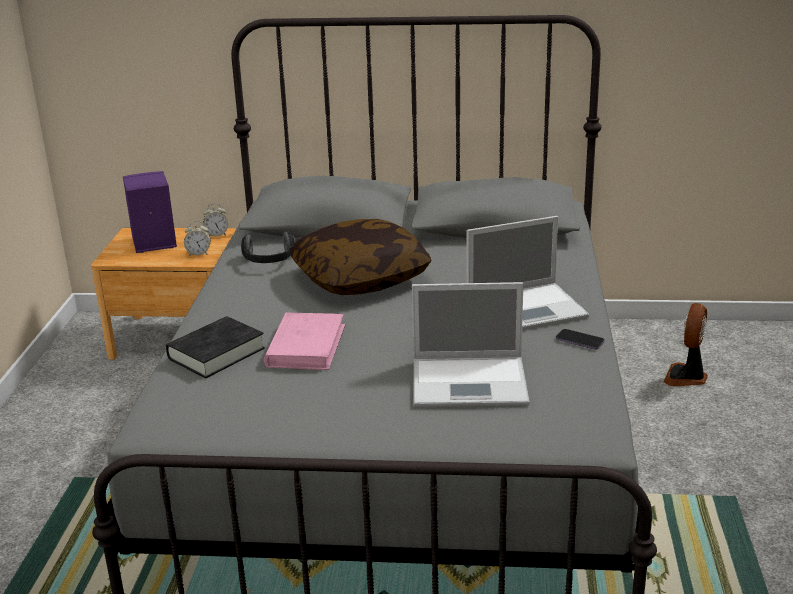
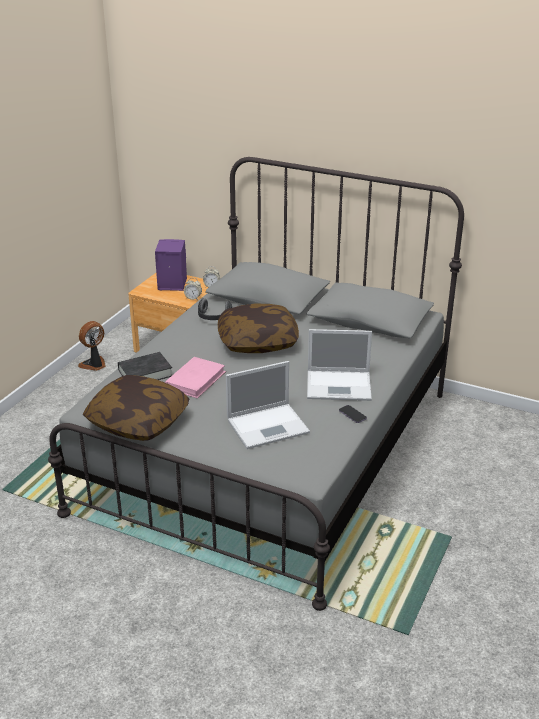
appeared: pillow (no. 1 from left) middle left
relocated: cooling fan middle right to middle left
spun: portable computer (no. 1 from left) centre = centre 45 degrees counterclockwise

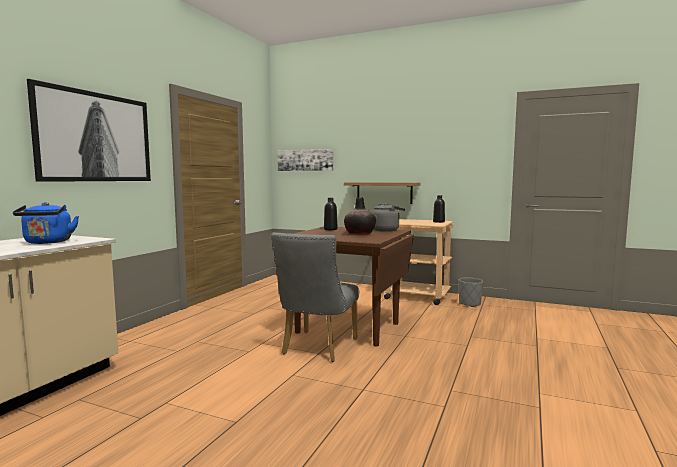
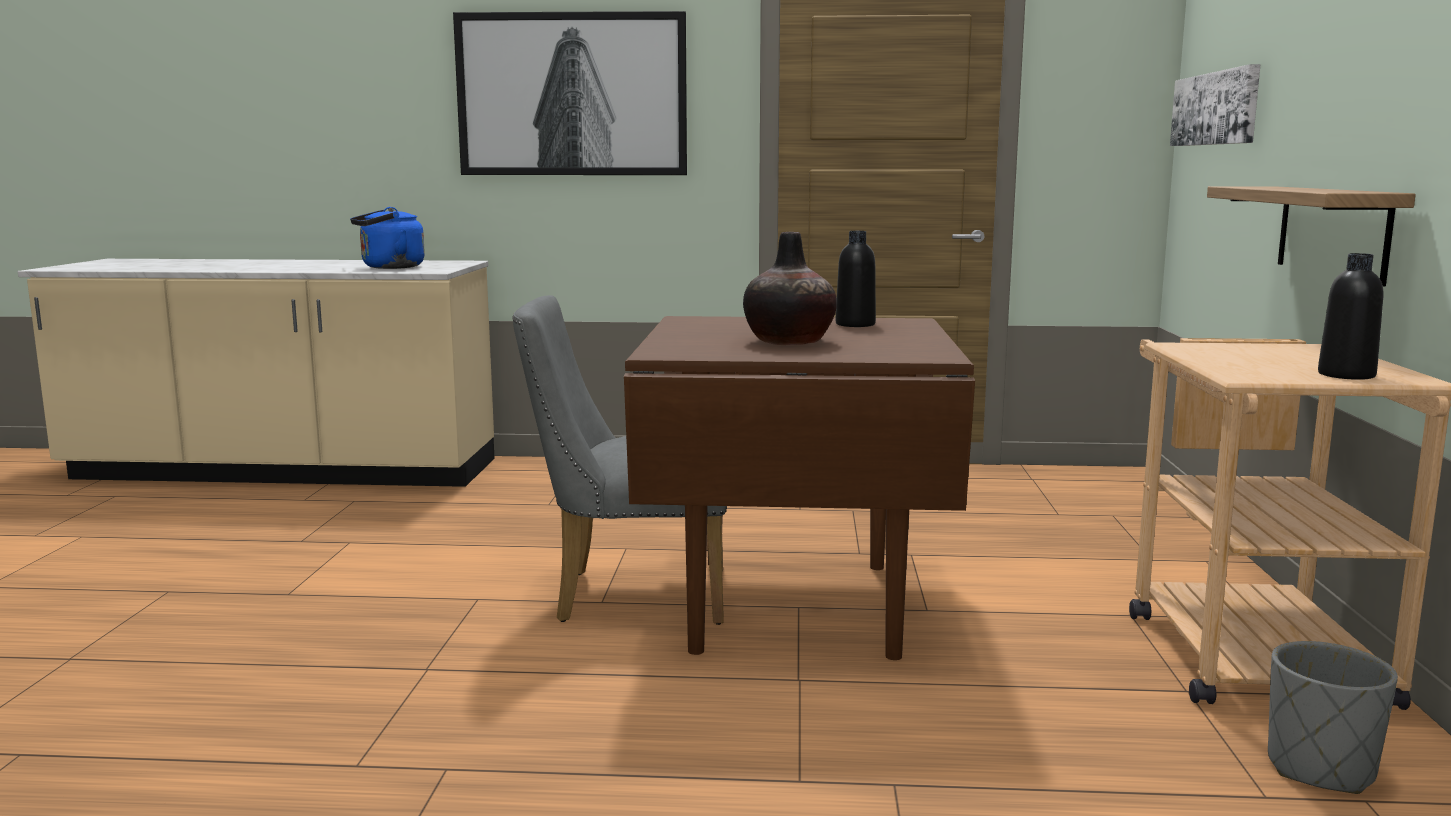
missing: grey water kettle centre

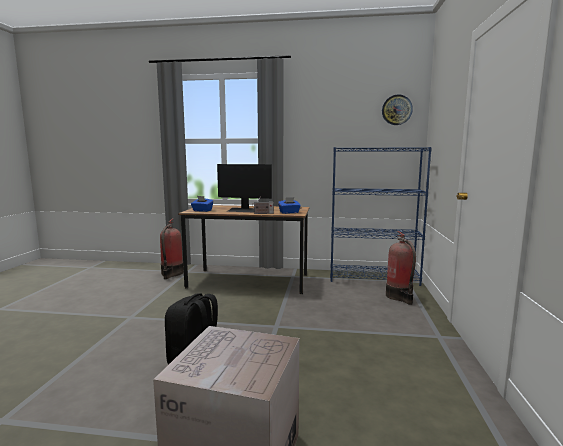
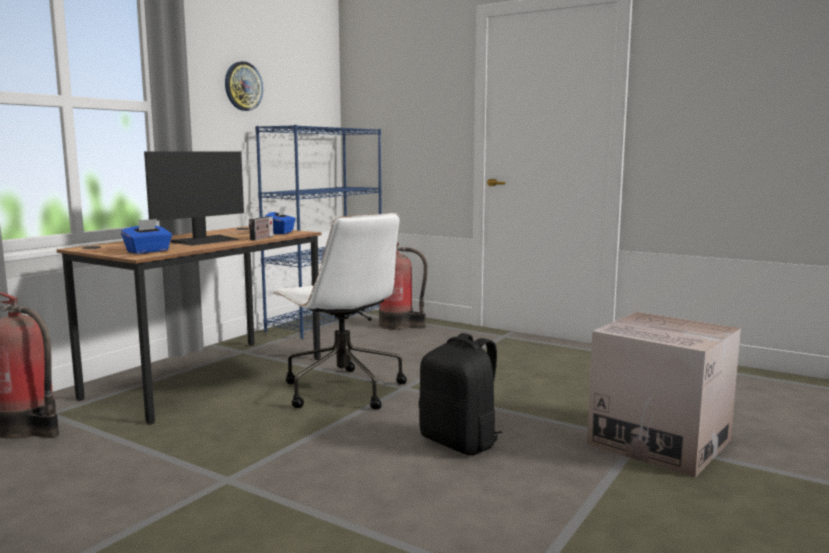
appeared: white-coloured desk chair centre
relocated: hanging clock top right to top left

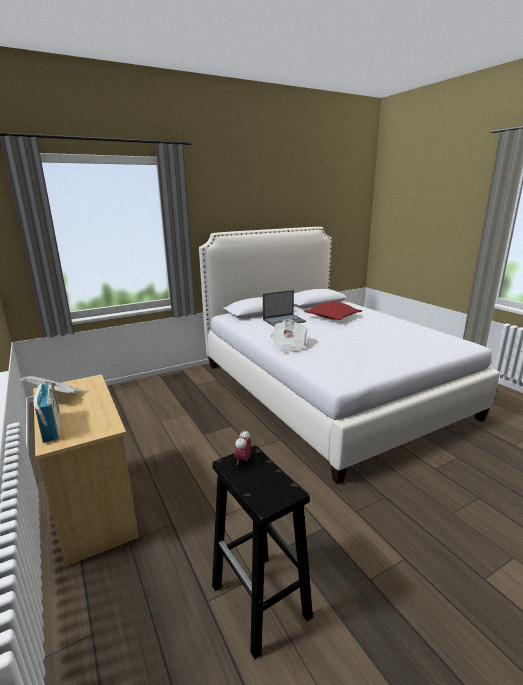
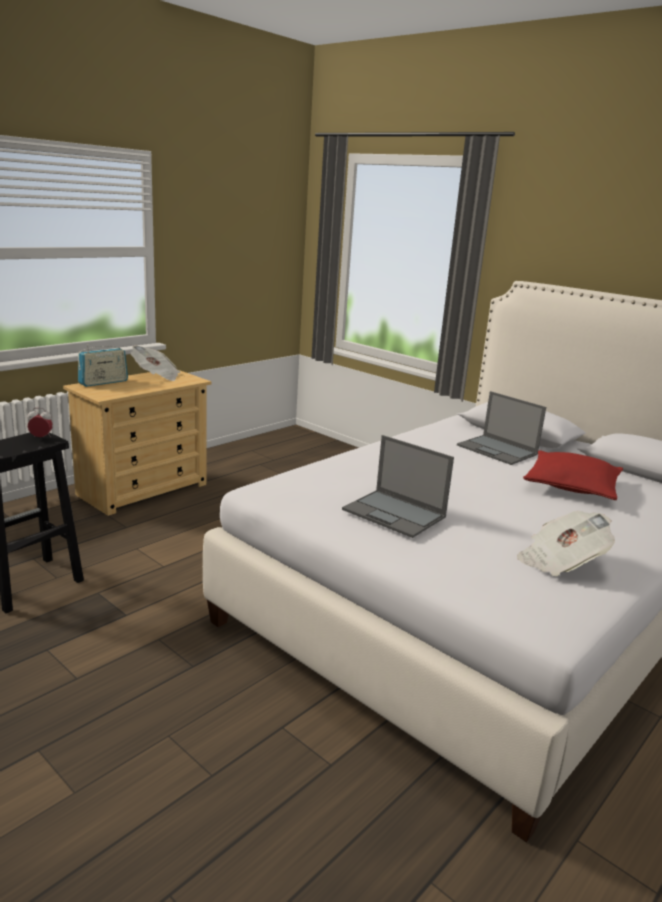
appeared: portable computer (no. 1 from left) centre
relocated: newspaper (no. 2 from left) centre to middle right

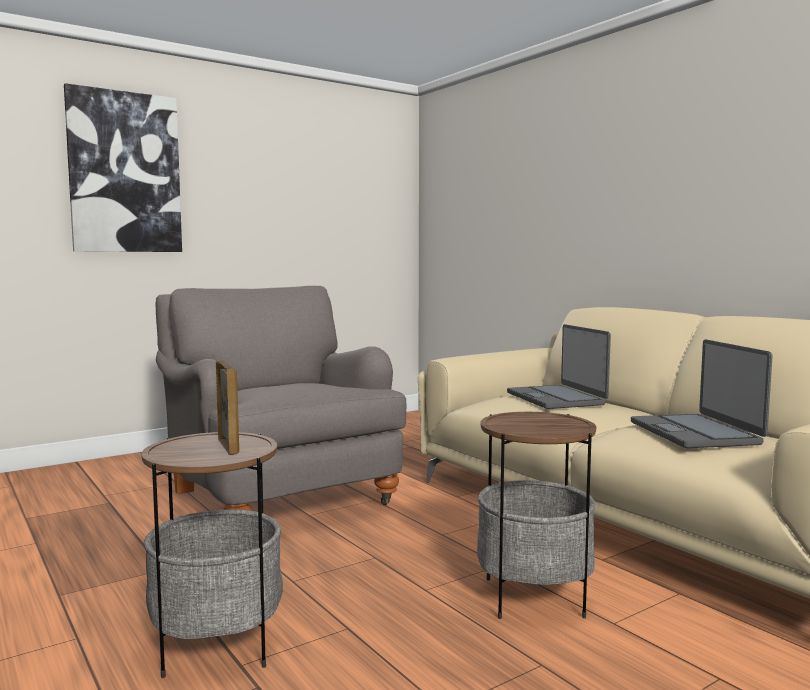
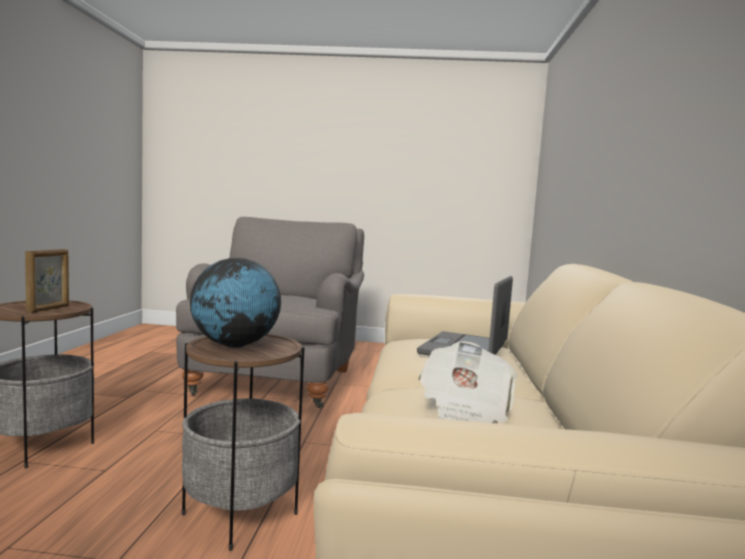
missing: picture top left
appeared: globe middle left
exchanged: portable computer (no. 2 from left) middle right to newspaper bottom centre

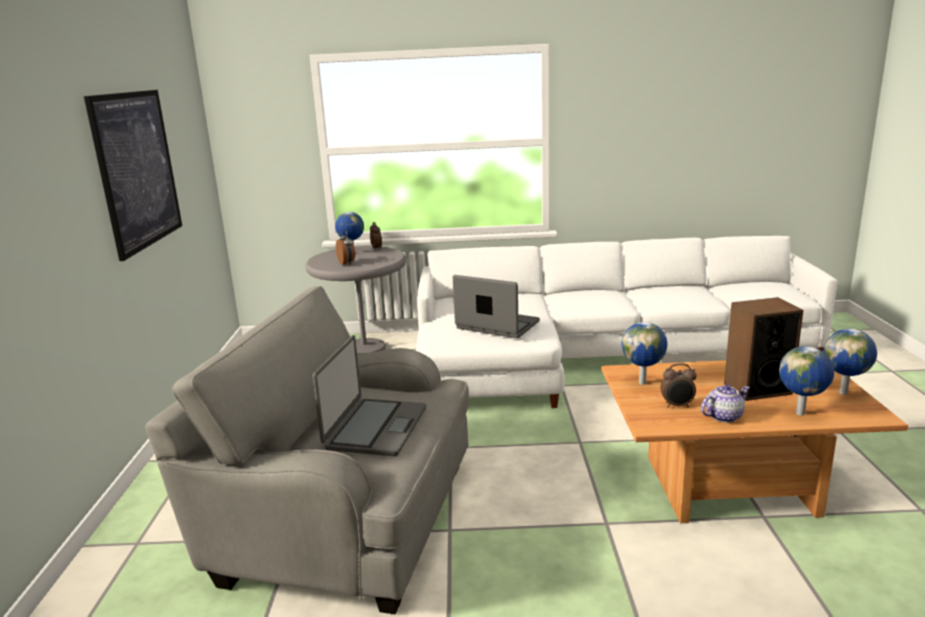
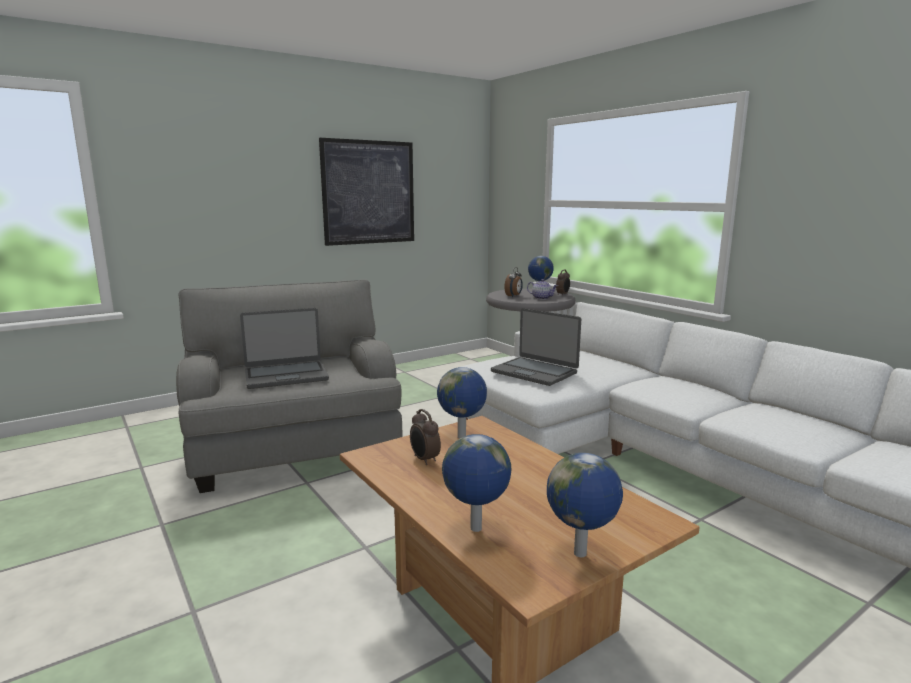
missing: audio speaker middle right
relocated: tea pot middle right to centre
spun: portable computer (no. 2 from left) centre = centre 135 degrees clockwise

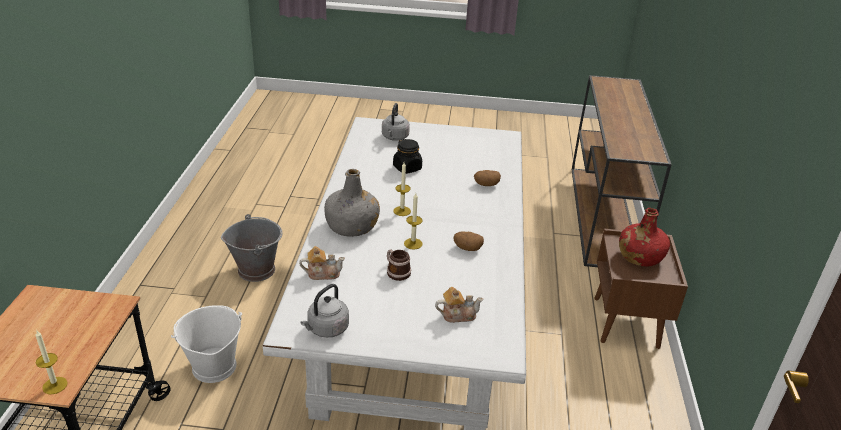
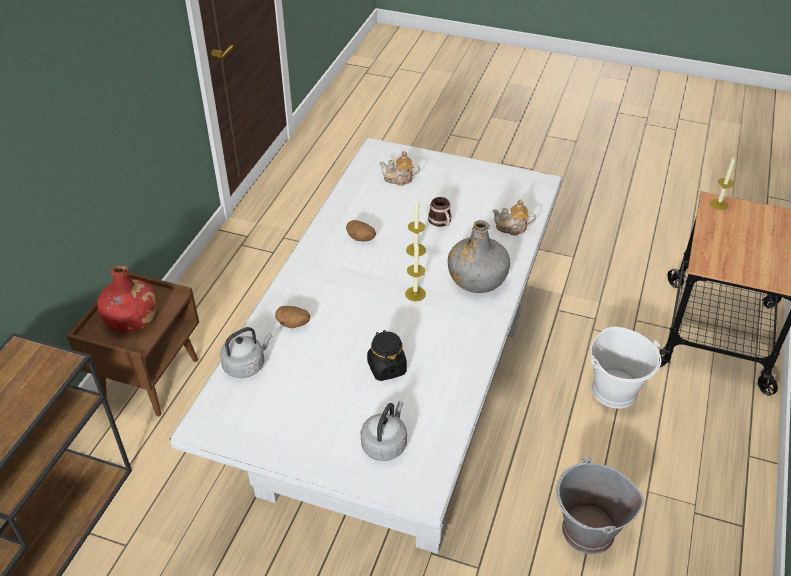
relocated: grey water kettle (no. 1 from left) bottom centre to middle left

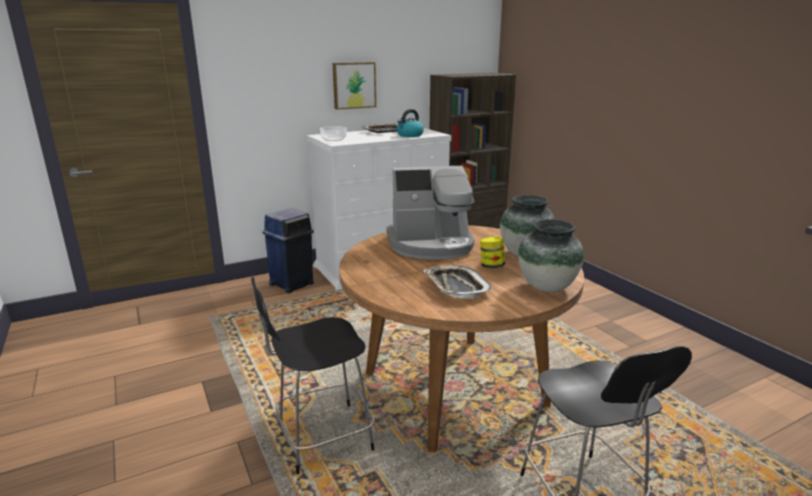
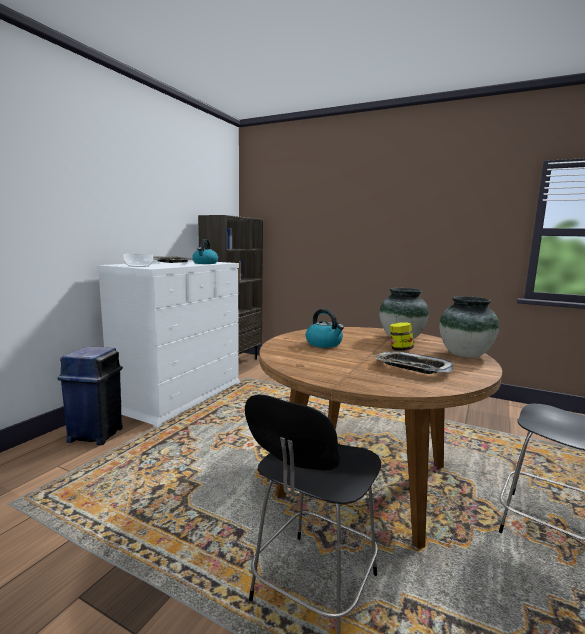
missing: picture top centre
exchanged: coffee brewer centre to water kettle (no. 2 from left) centre

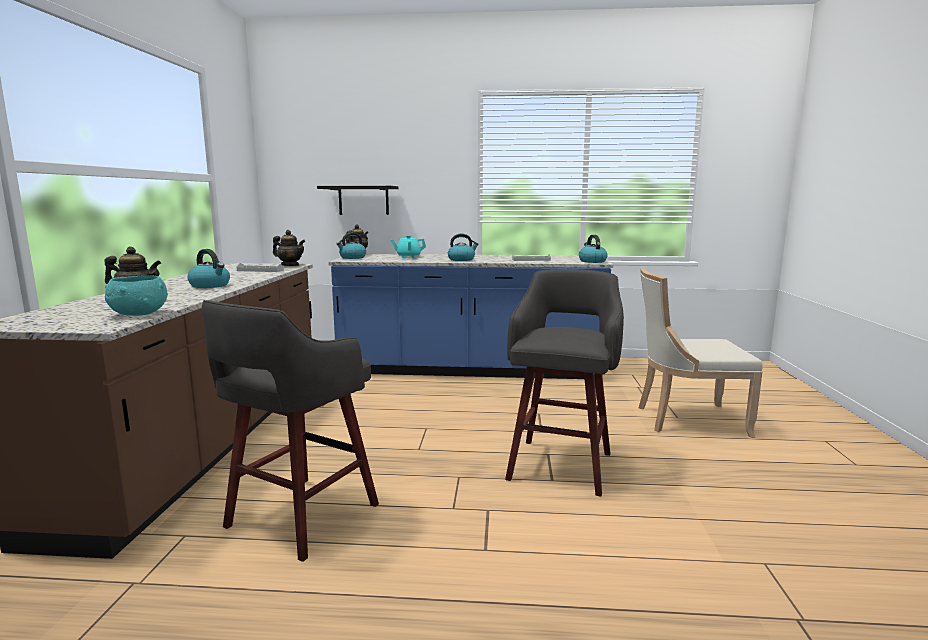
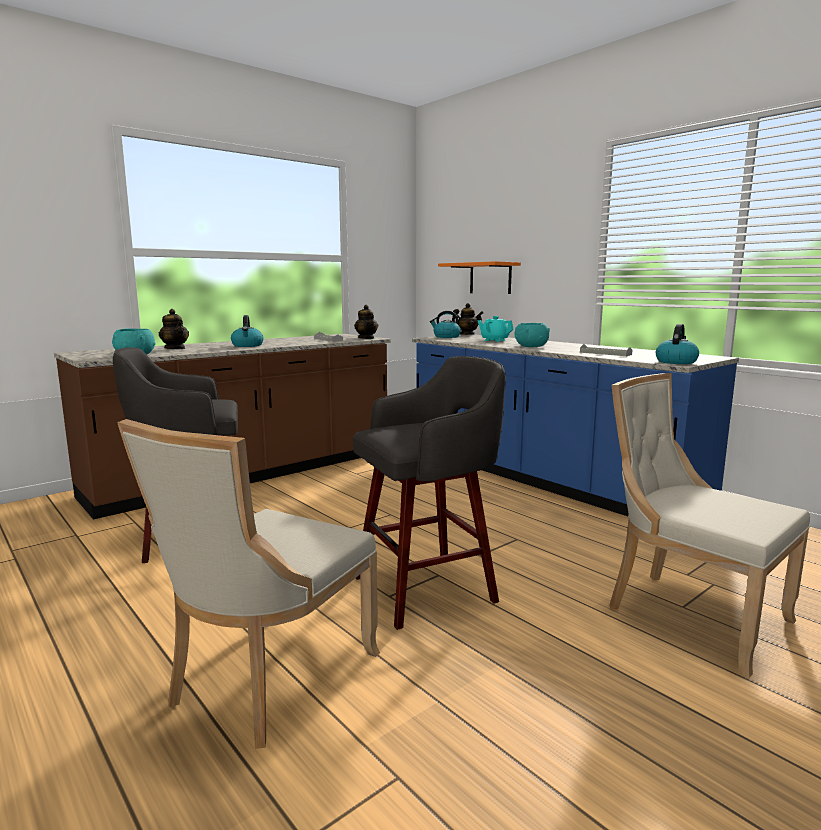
appeared: sand-coloured plain chair (no. 1 from left) bottom left
exchanged: water kettle (no. 3 from left) centre to blue-green deep dish (no. 2 from left) centre
colour: blackish shelf top centre to orangey shelf centre

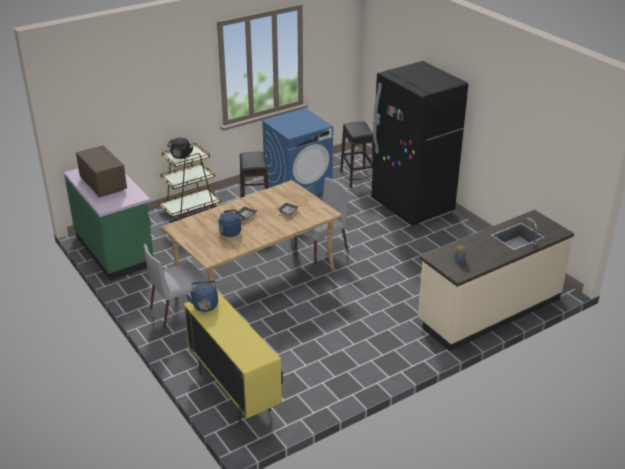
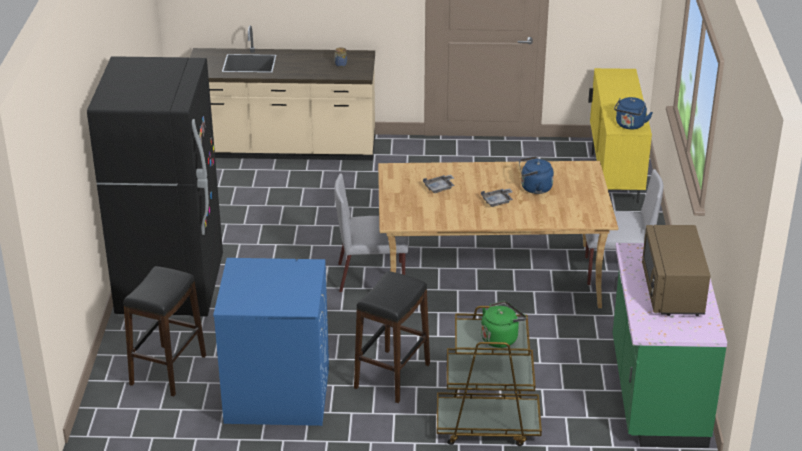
colour: blackish water kettle top left to green water kettle bottom centre

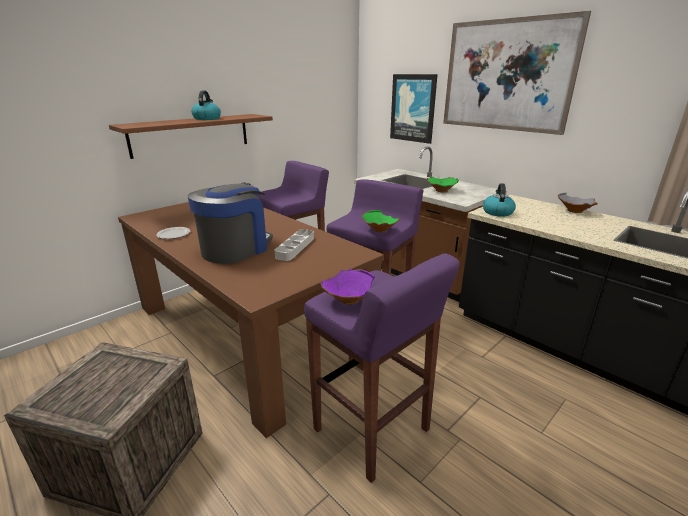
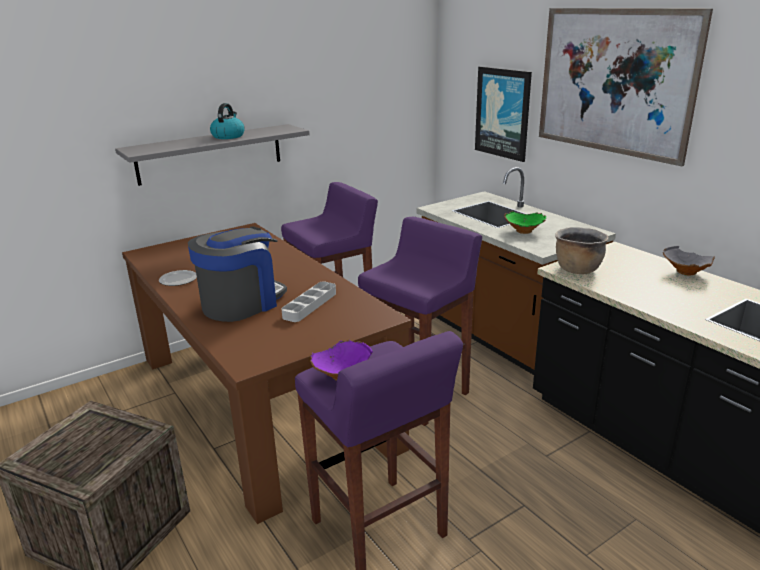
missing: green deep dish (no. 1 from left) centre
exchanged: water kettle (no. 2 from left) middle right to brown-coloured saucepot middle right
colour: brown-coloured shelf top left to grey shelf top left

